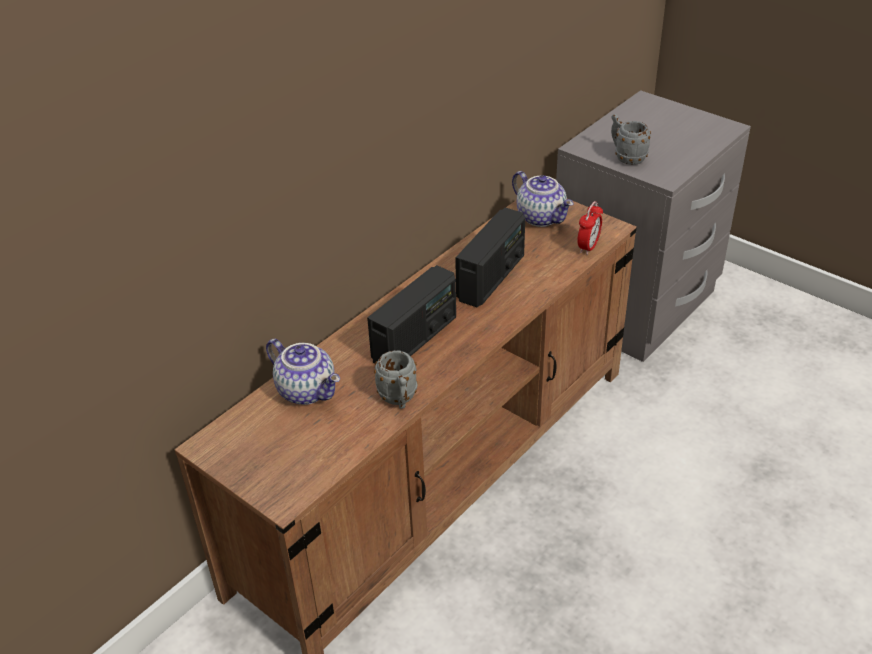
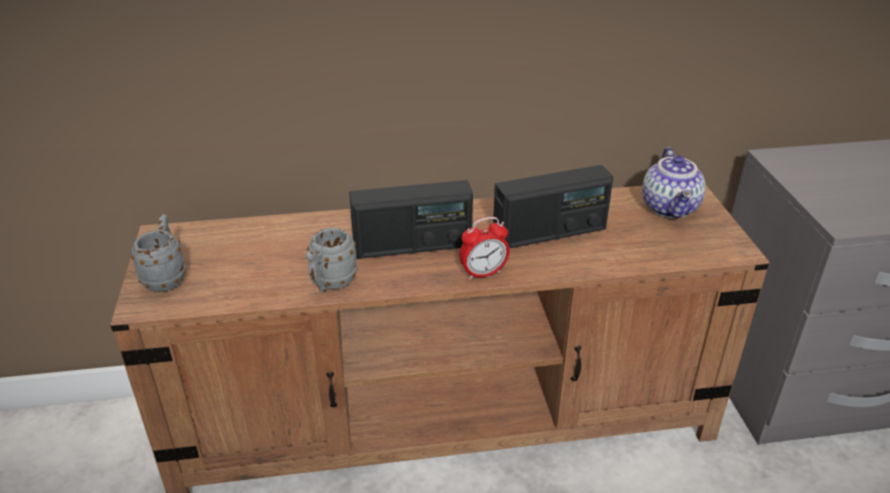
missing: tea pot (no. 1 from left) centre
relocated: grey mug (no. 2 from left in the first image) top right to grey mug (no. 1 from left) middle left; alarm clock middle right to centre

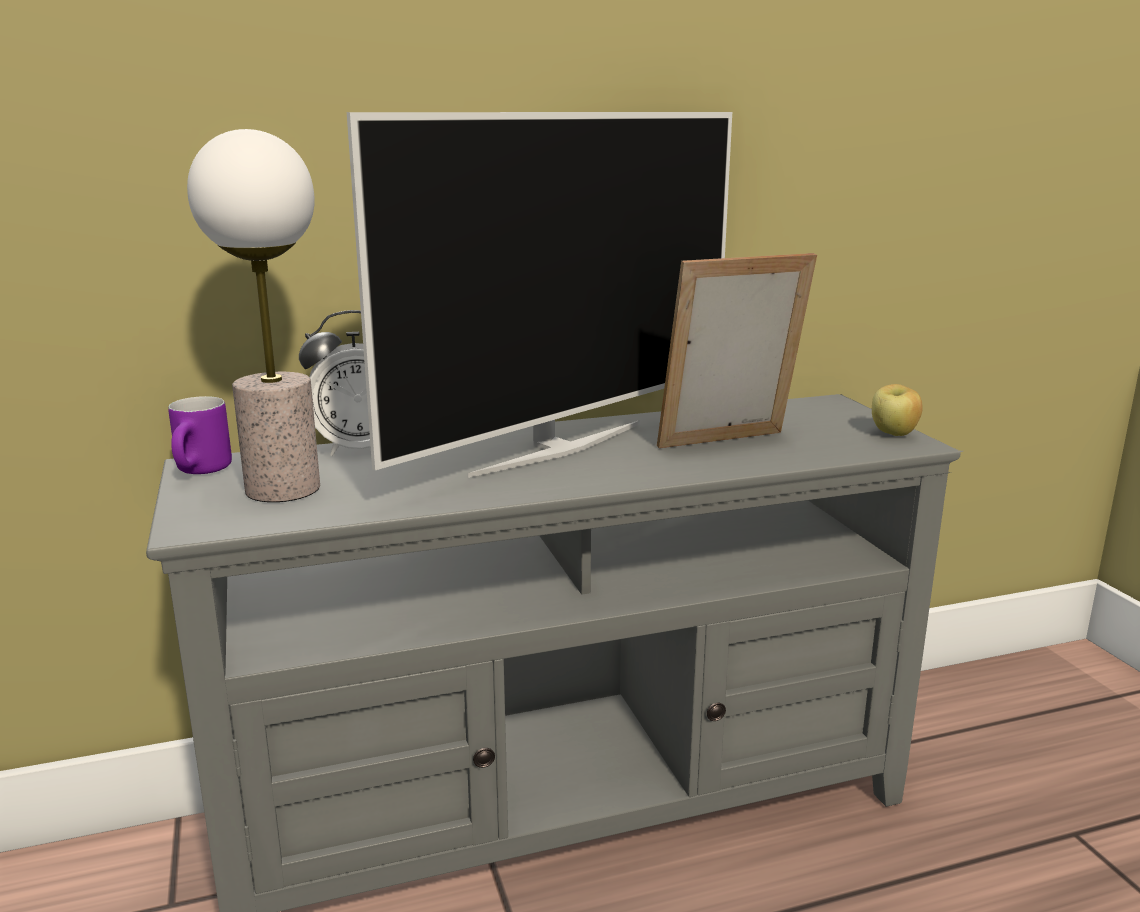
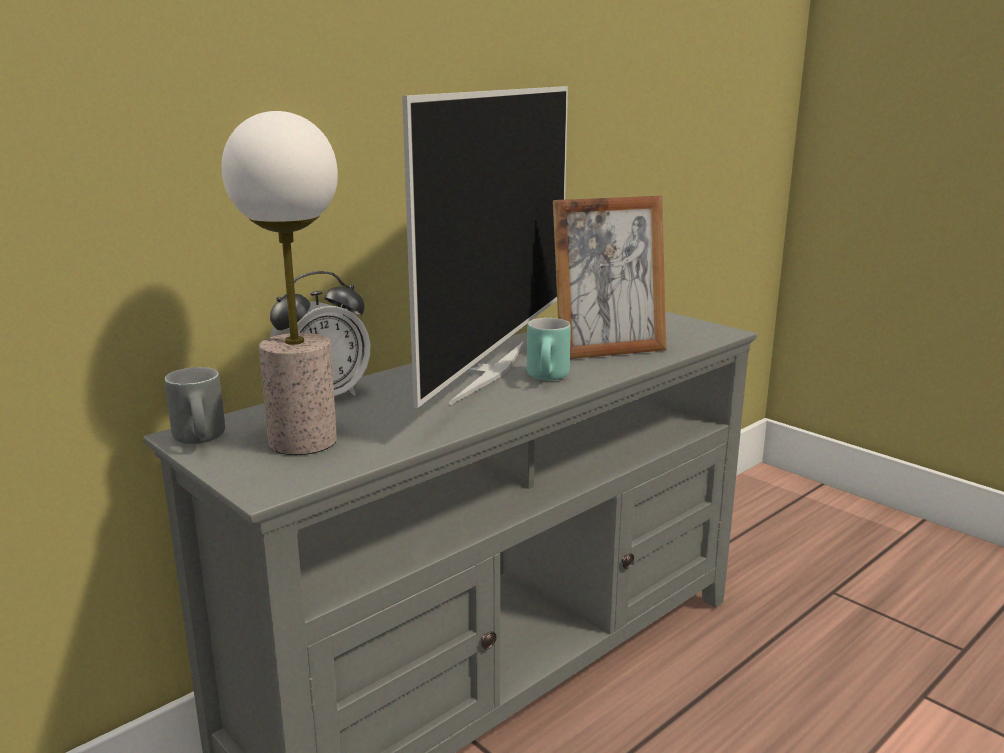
missing: whole apple middle right
appeared: blue-green mug centre
colour: purple mug middle left to grey mug middle left
spun: photo frame centre = centre 150 degrees counterclockwise

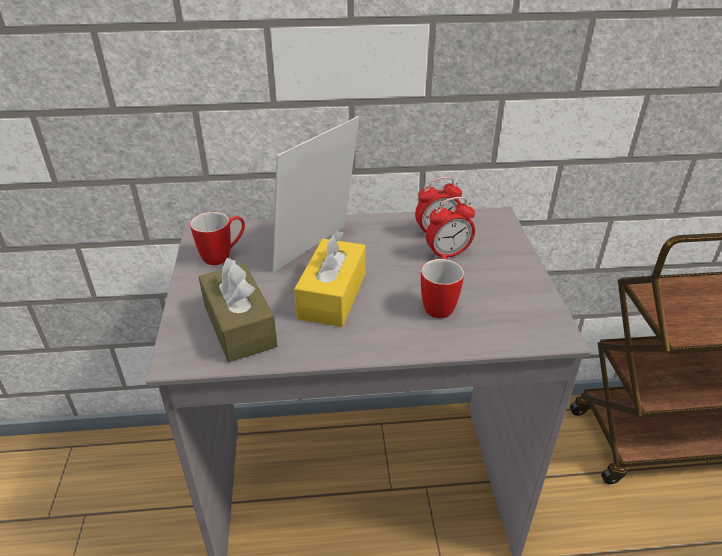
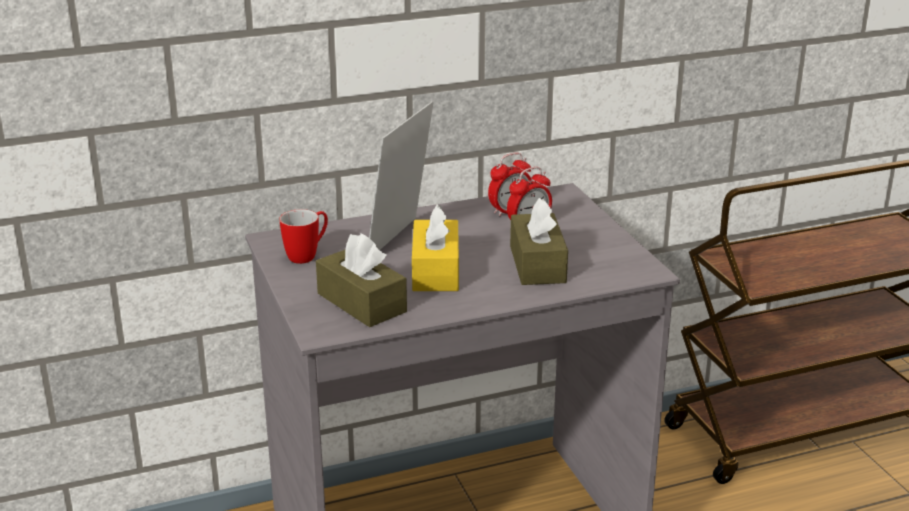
exchanged: mug (no. 2 from left) centre to brown-coloured box of tissues (no. 2 from left) centre

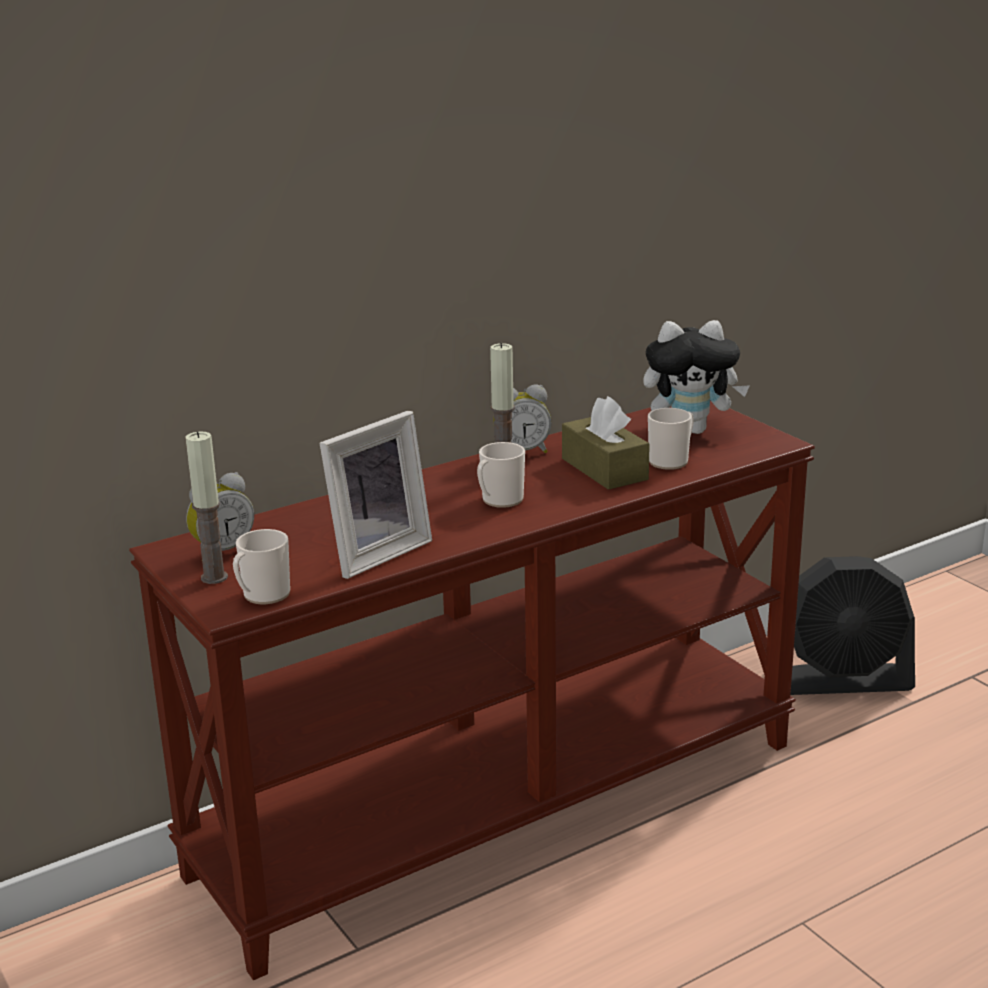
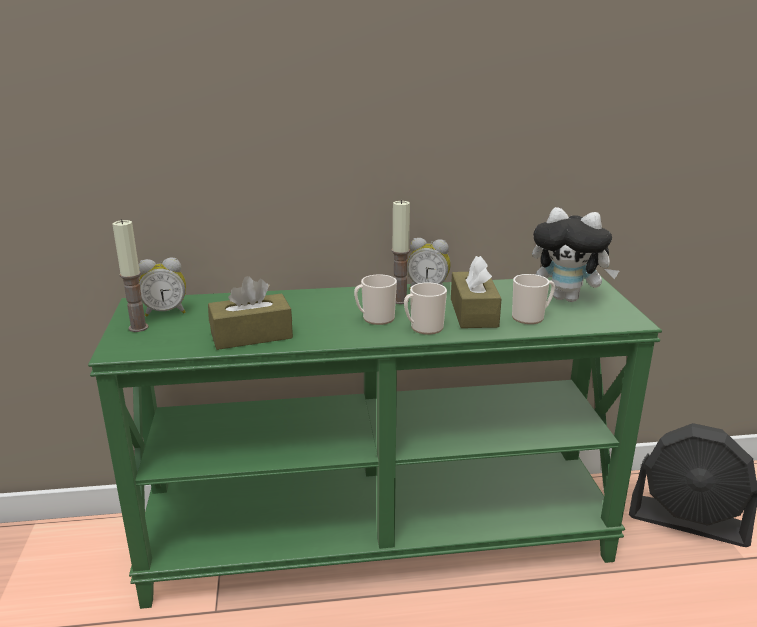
relocated: mug (no. 1 from left in the first image) middle left to mug (no. 2 from left) centre
exchanged: photo frame centre to brown-coloured box of tissues (no. 1 from left) middle left
colour: brown-coloured hall table bottom centre to green hall table bottom centre

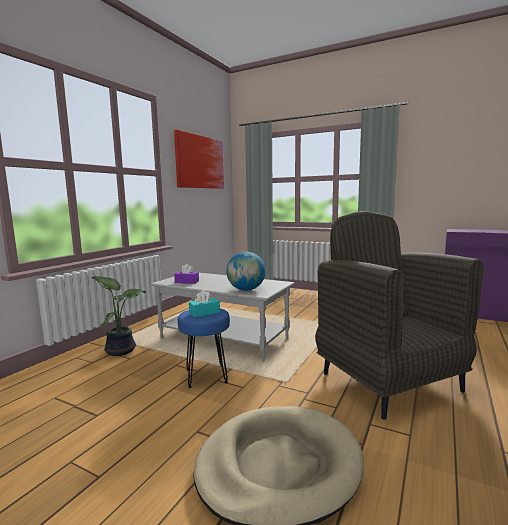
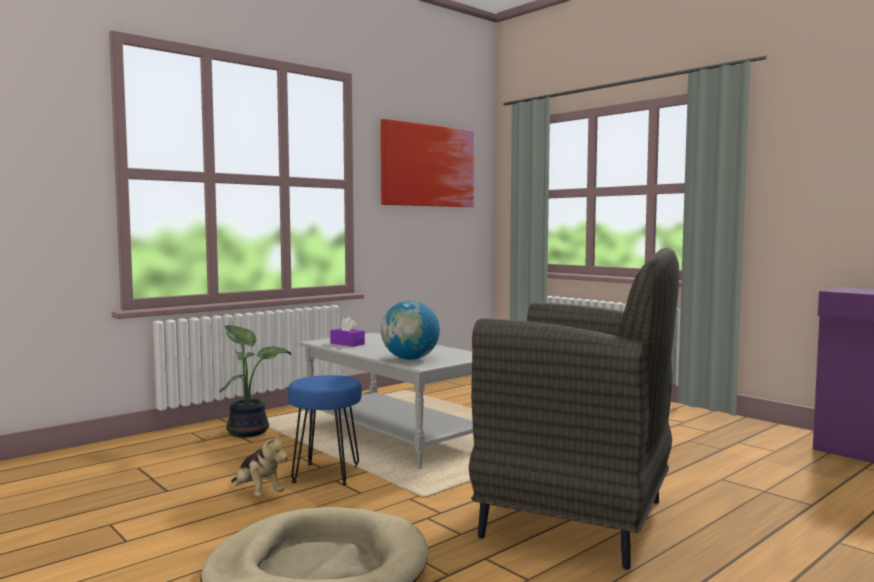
missing: blue-green box of tissues centre
appeared: soft toy bottom left
spun: grey lounge chair middle right = bottom centre 120 degrees clockwise

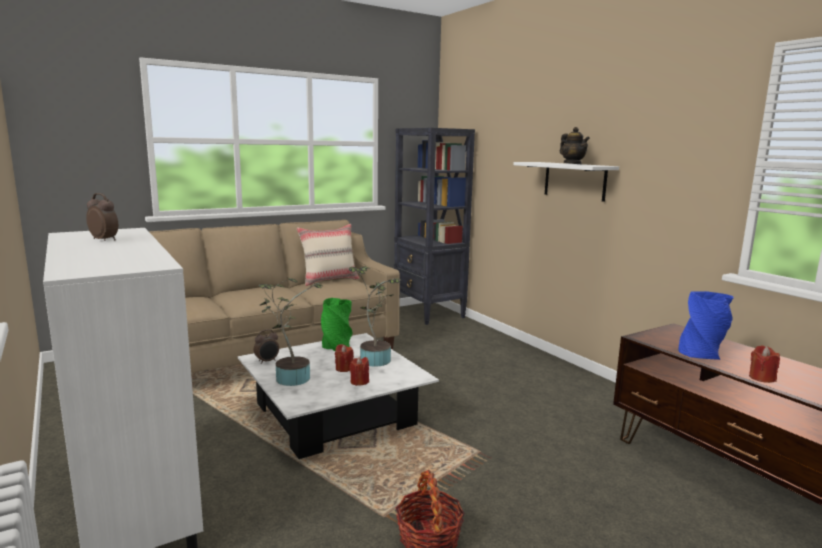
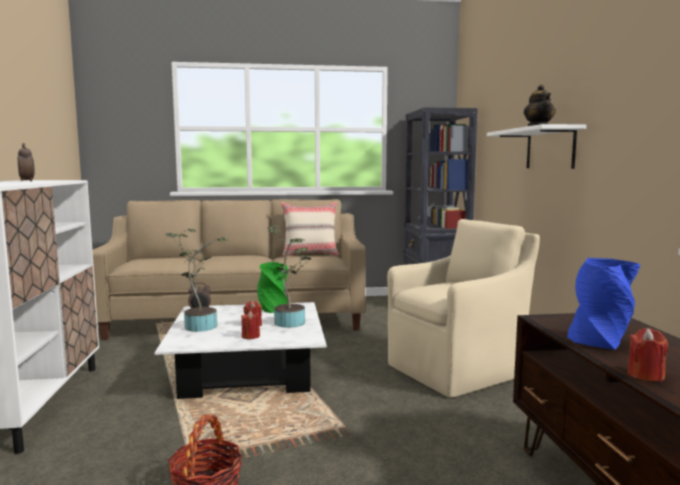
appeared: sand-coloured lounge chair middle right

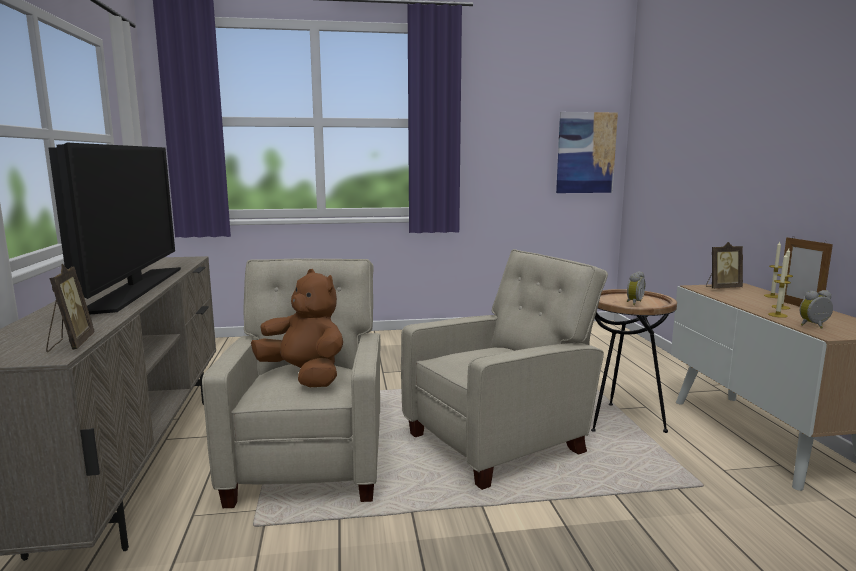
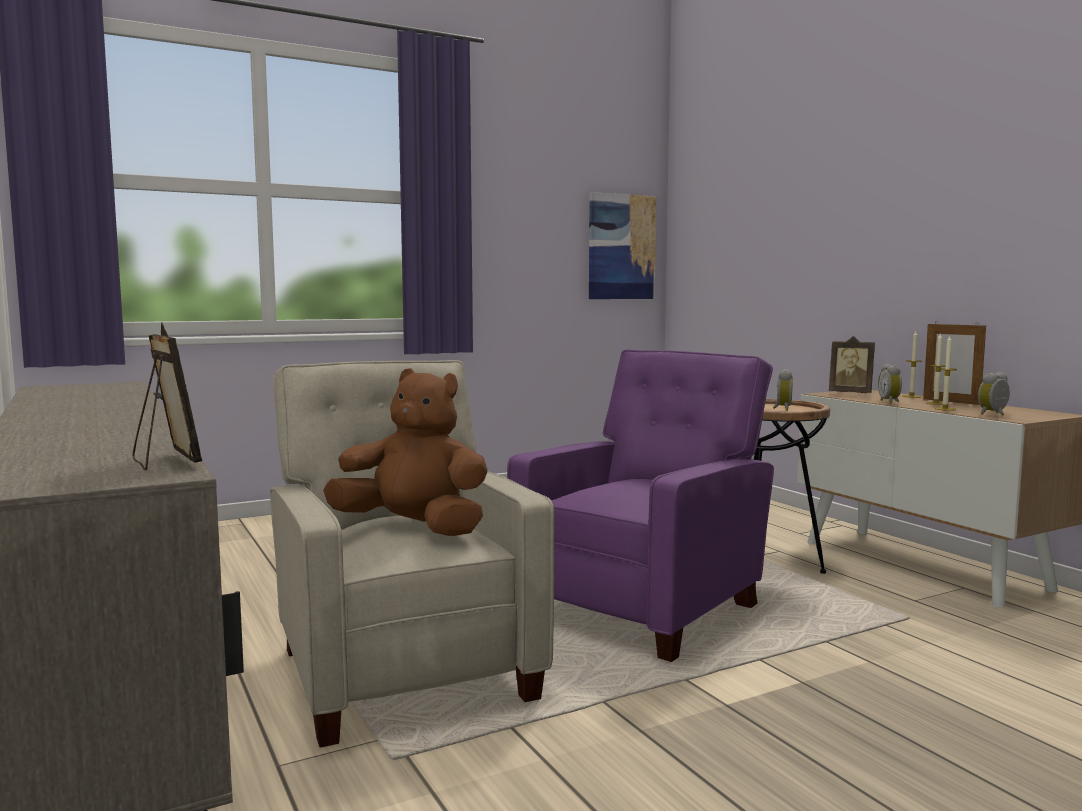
missing: TV set middle left
appeared: alarm clock (no. 2 from left) middle right
colour: sand-coloured lounge chair (no. 2 from left) centre to purple lounge chair centre
spun: photo frame (no. 2 from left) middle right = middle right 60 degrees clockwise

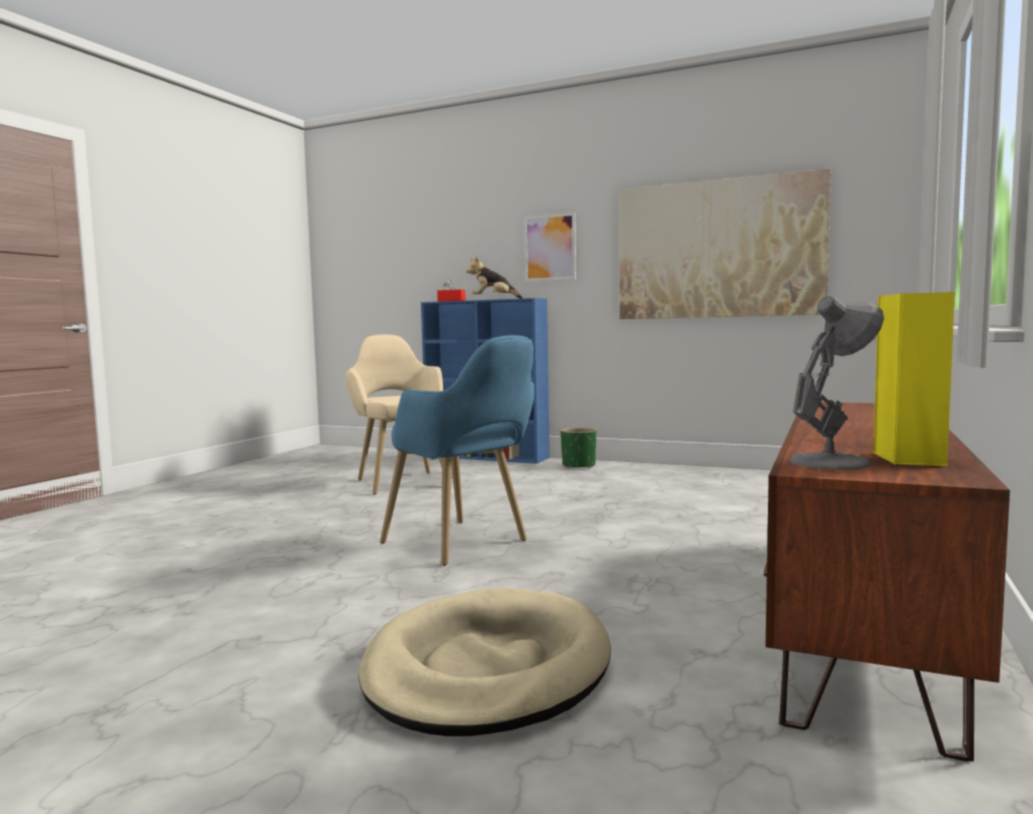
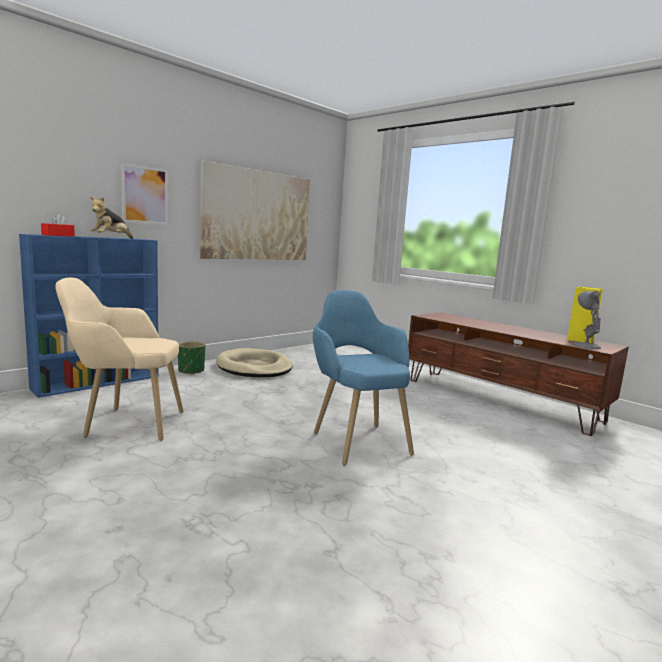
relocated: sand-coloured dog bed bottom centre to centre
spun: bluish lounge chair centre = centre 90 degrees counterclockwise

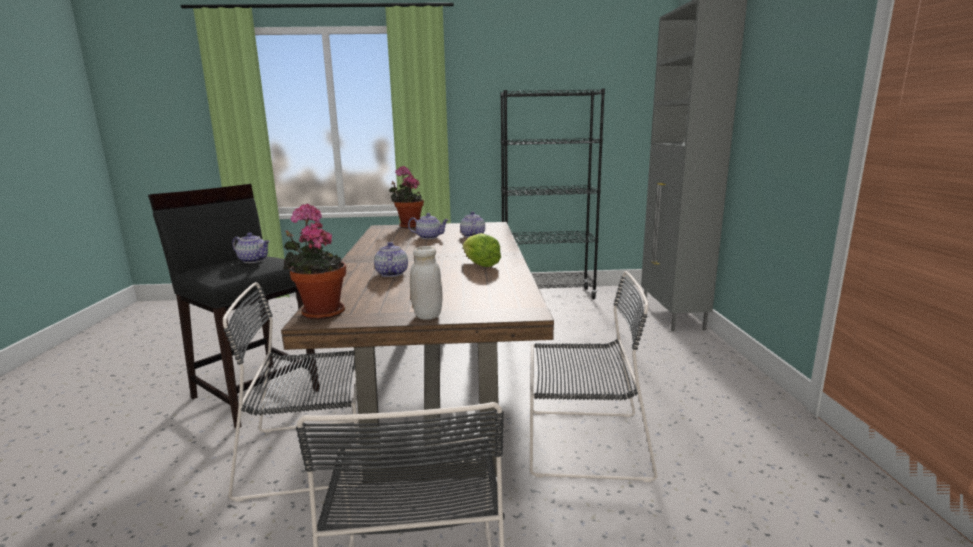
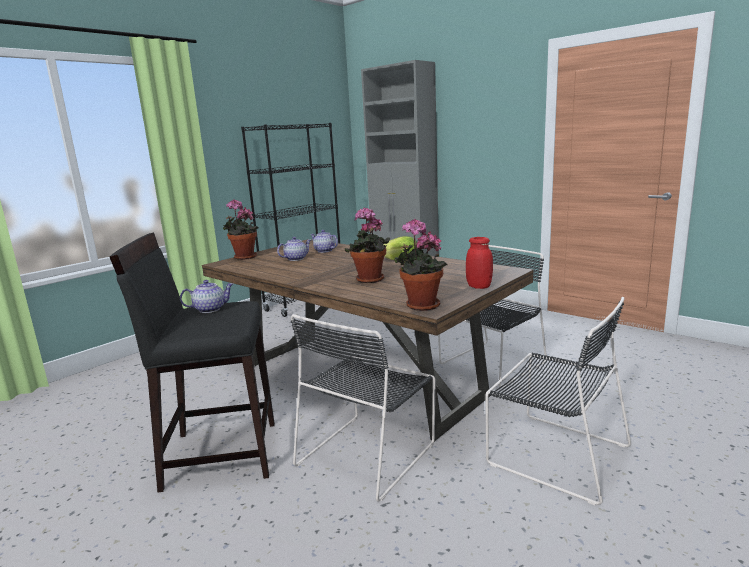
exchanged: tea pot (no. 2 from left) centre to plant in a pot (no. 2 from left) centre
colour: white-coloured jar centre to red jar centre

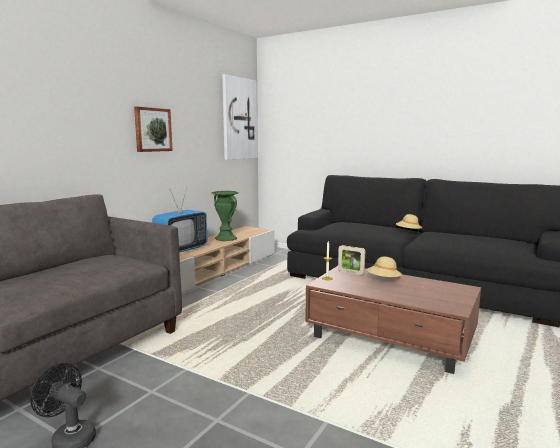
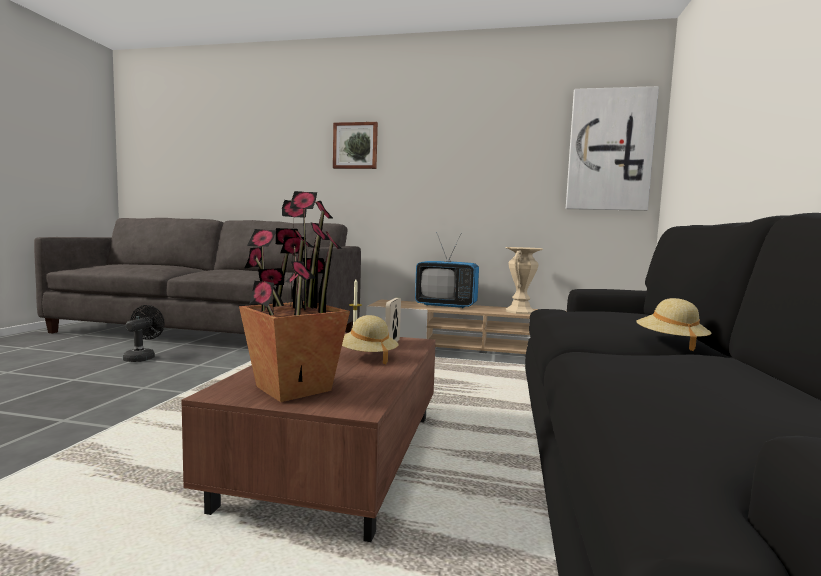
appeared: plant in a pot centre
relocated: picture (no. 1 from left) top left to top centre
colour: green flower vase centre to sand-coloured flower vase centre

